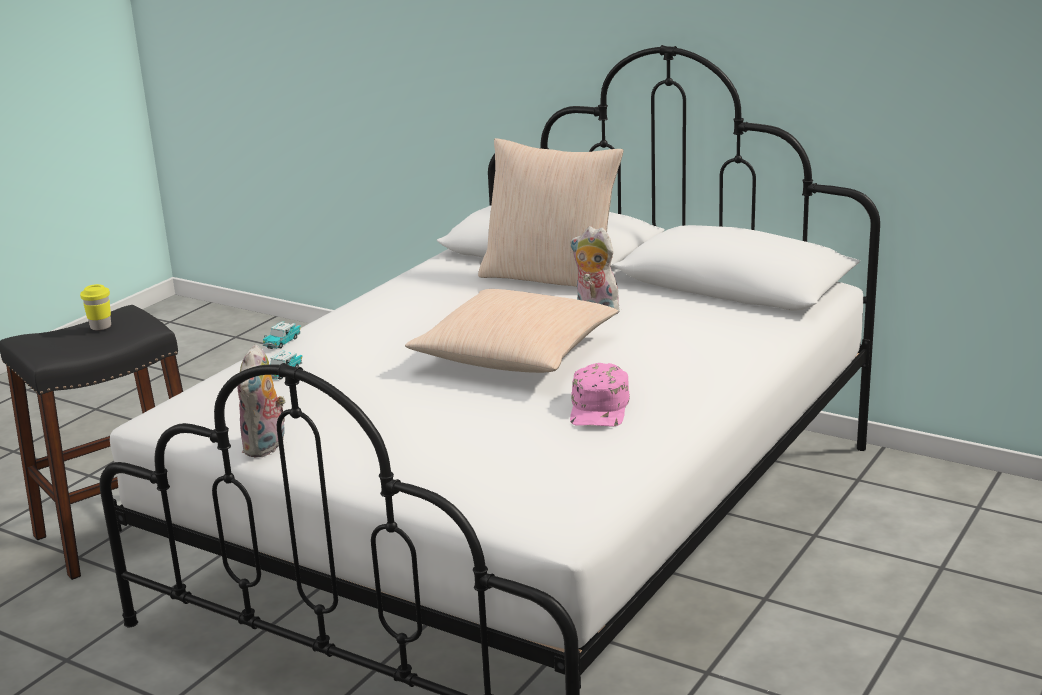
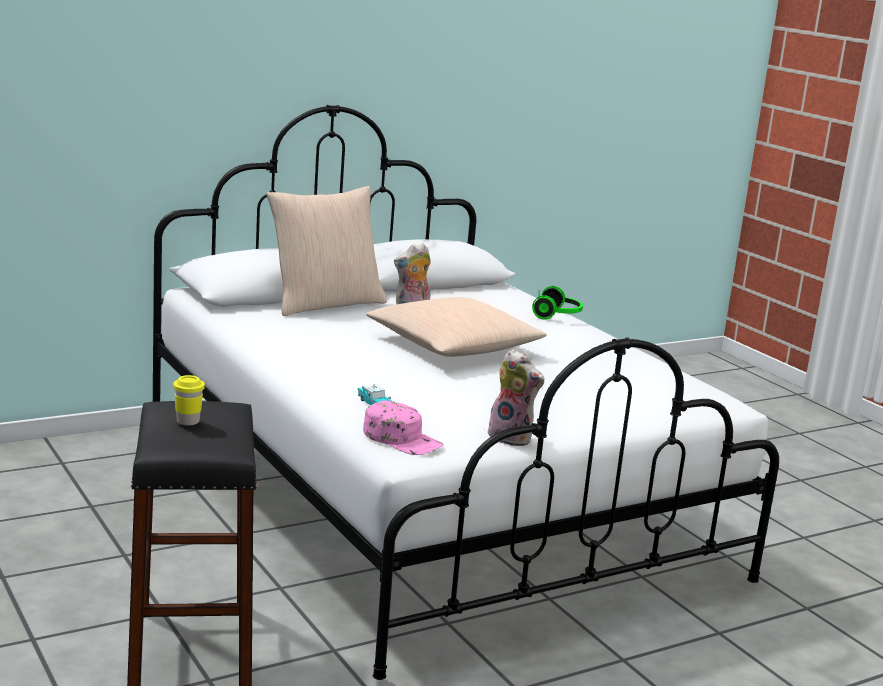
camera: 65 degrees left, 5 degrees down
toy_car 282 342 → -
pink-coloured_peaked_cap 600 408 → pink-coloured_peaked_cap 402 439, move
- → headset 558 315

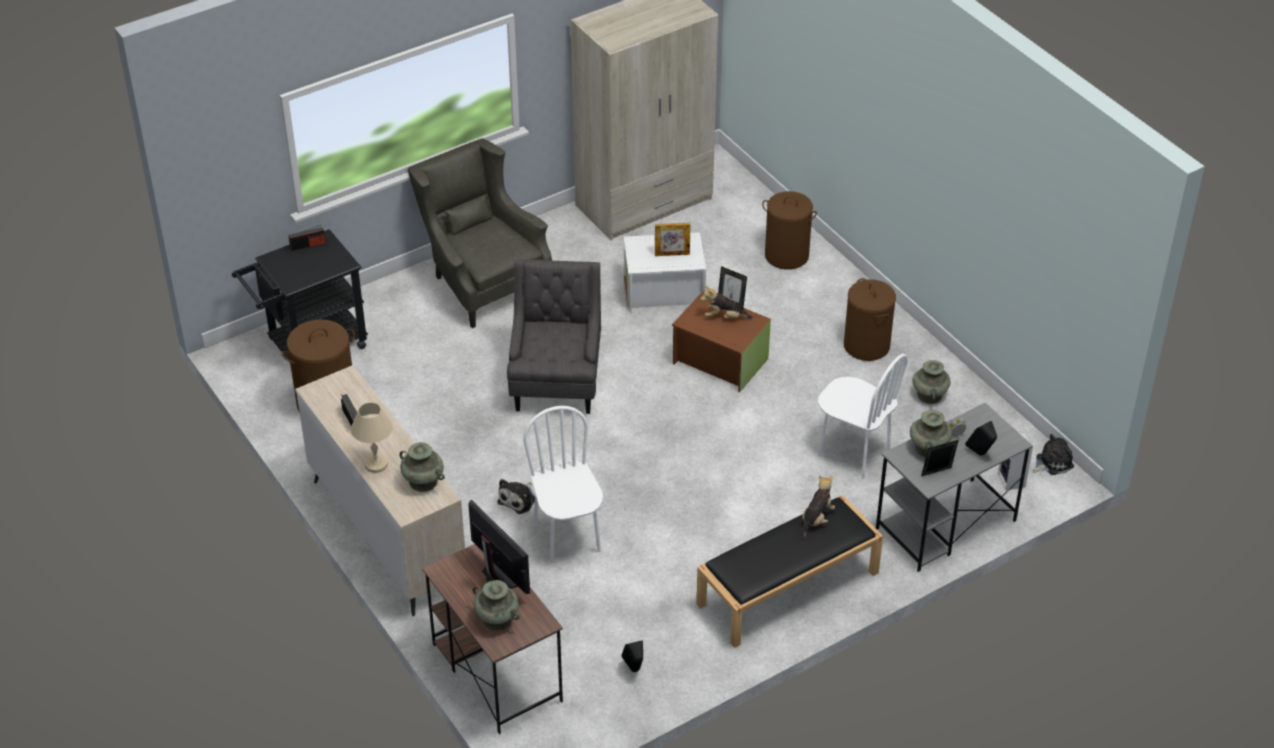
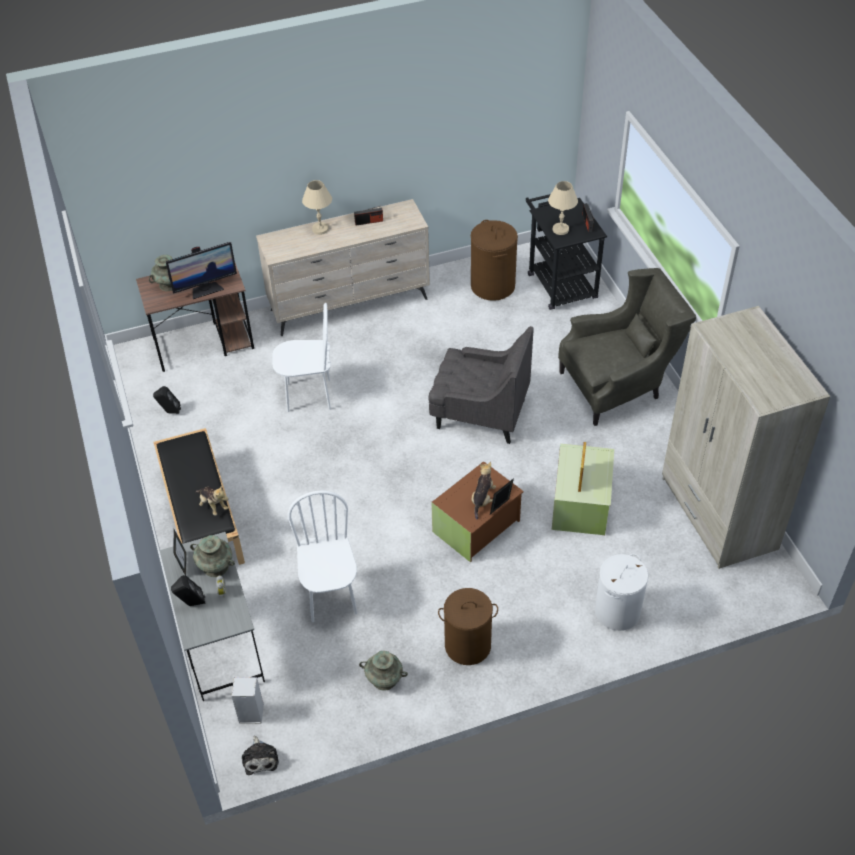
camera: 105 degrees right, 5 degrees up
blue-green_flower_vase 423 481 → -
cuddly_toy 518 500 → -
white-coloured_storage_container 663 291 → green_storage_container 581 504
brownish_washing_basket 786 255 → white-coloured_washing_basket 617 611
white-coloured_chair 853 452 → white-coloured_chair 331 597, 120 degrees clockwise
- → beige_table_lamp 561 229

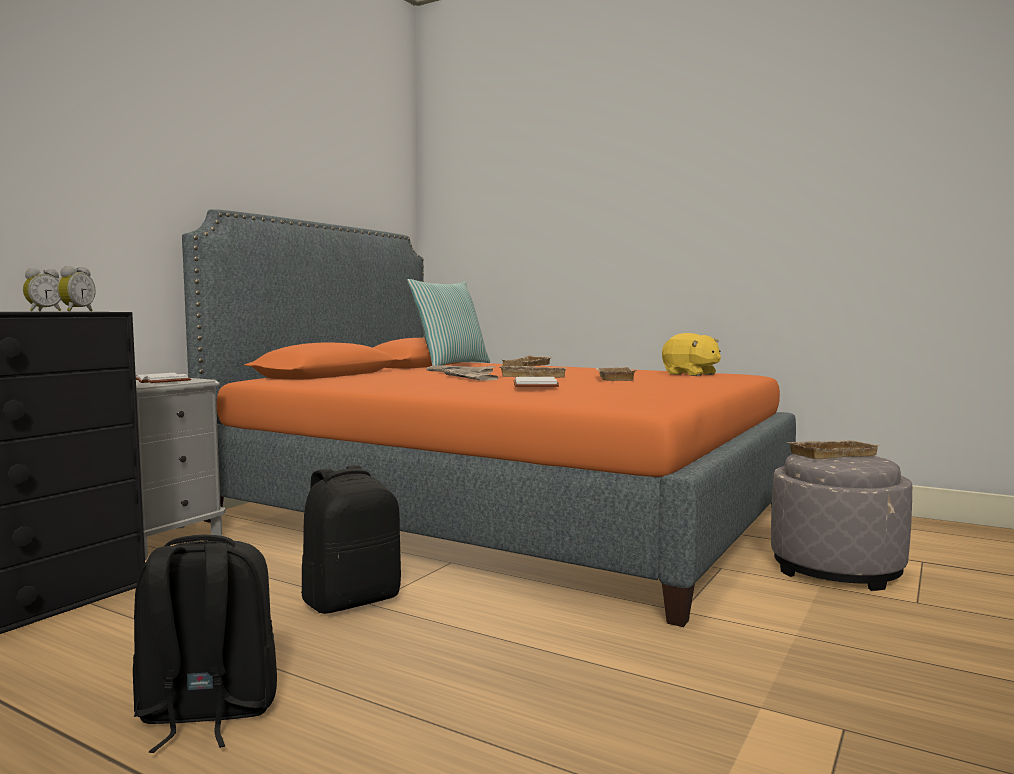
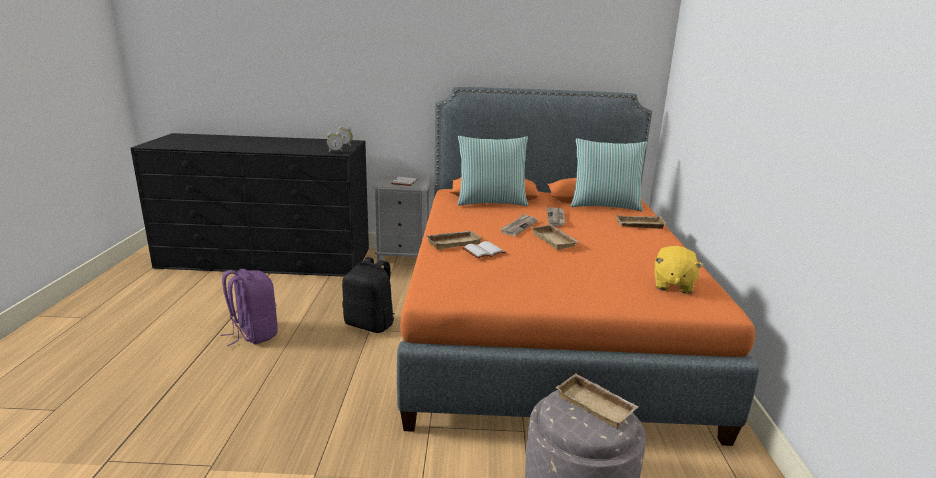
camera: 60 degrees right, 15 degrees up
black_knapsack 206 713 → purple-coloured_knapsack 253 334
beige_carrying_tray 613 378 → beige_carrying_tray 453 242, move
- → pillow 491 202

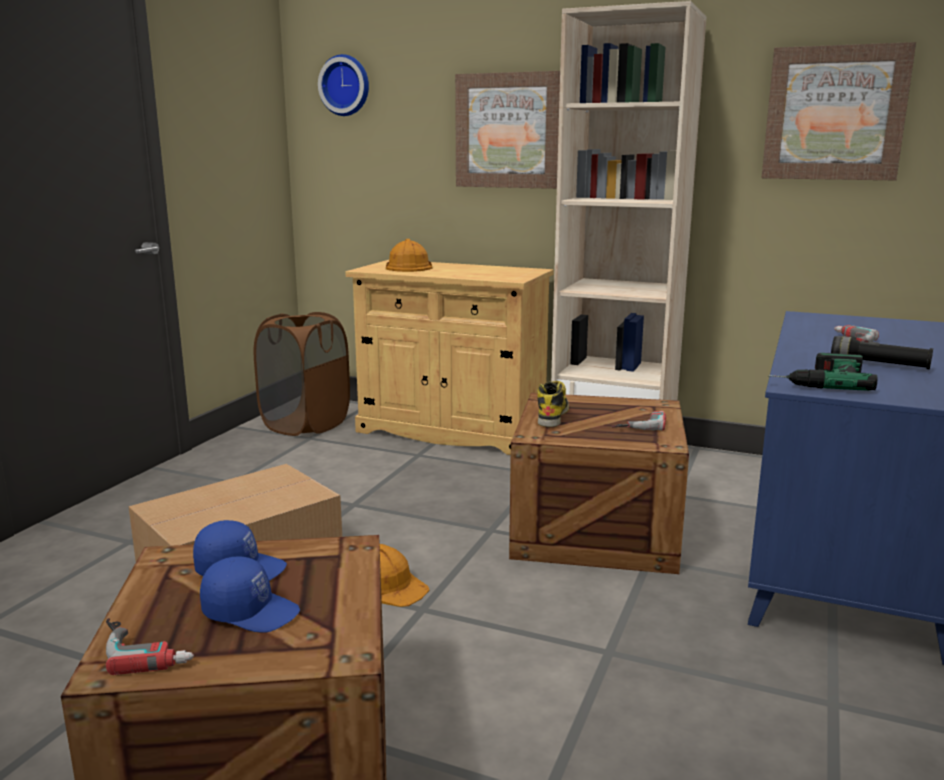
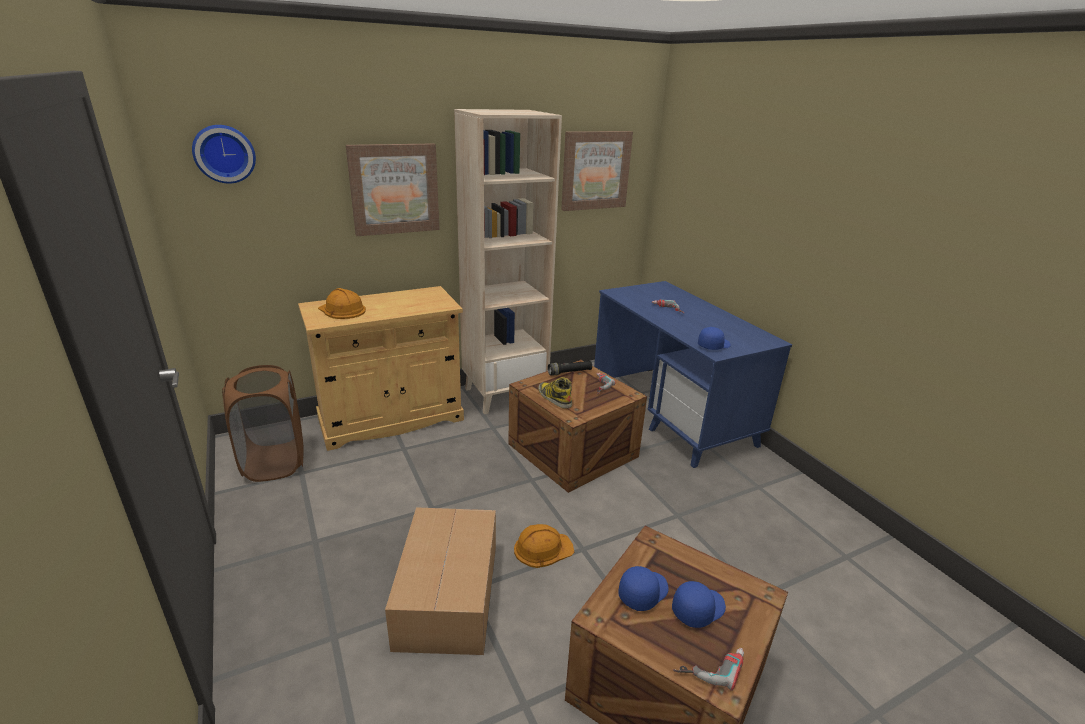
camera: 50 degrees left, 10 degrees up
power_drill 816 380 → bluish_peaked_cap 713 345
black_hand_torch 879 365 → black_hand_torch 569 372, move

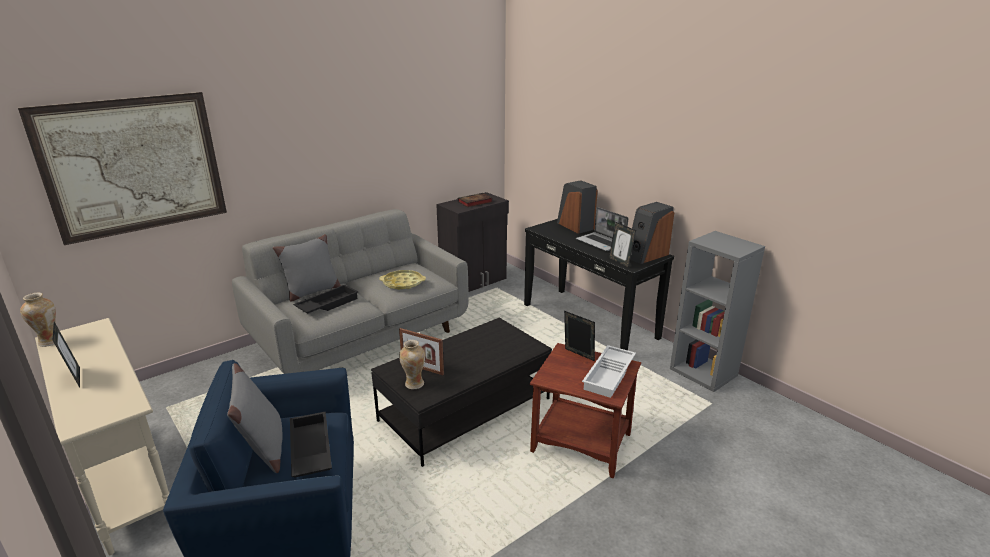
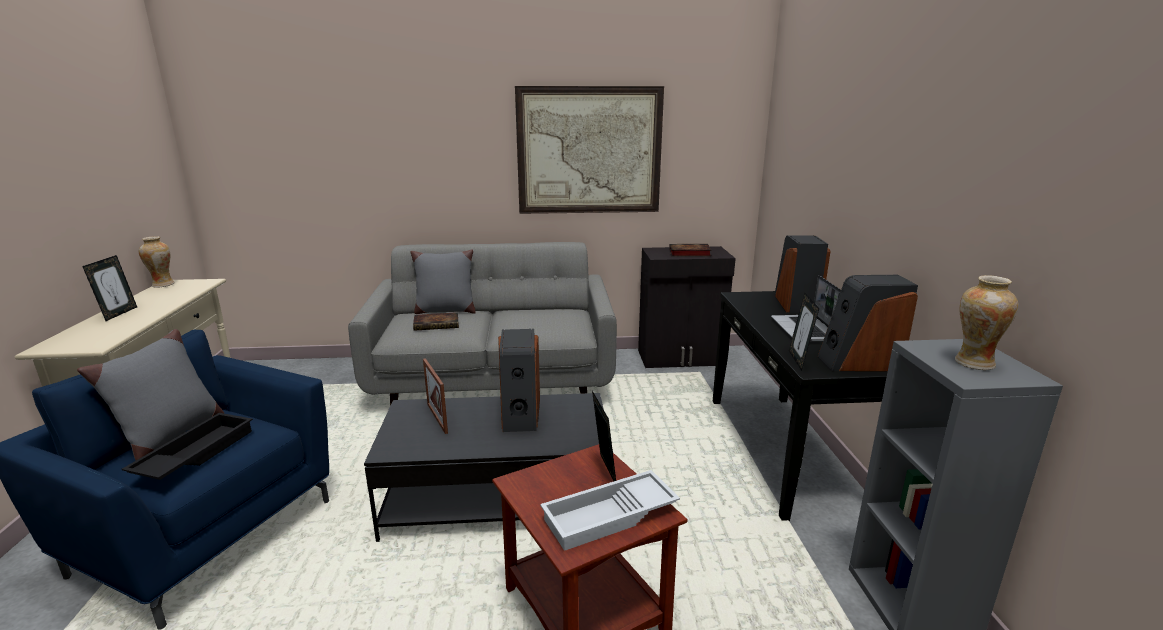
camera: 35 degrees right, 5 degrees down
wall_picture 134 166 → wall_picture 589 151, move
black_carrying_tray 327 304 → bound_book 437 324
yellowish_carrying_tray 403 283 → -
flower_vase 414 384 → flower_vase 974 363, move
- → speaker 520 414

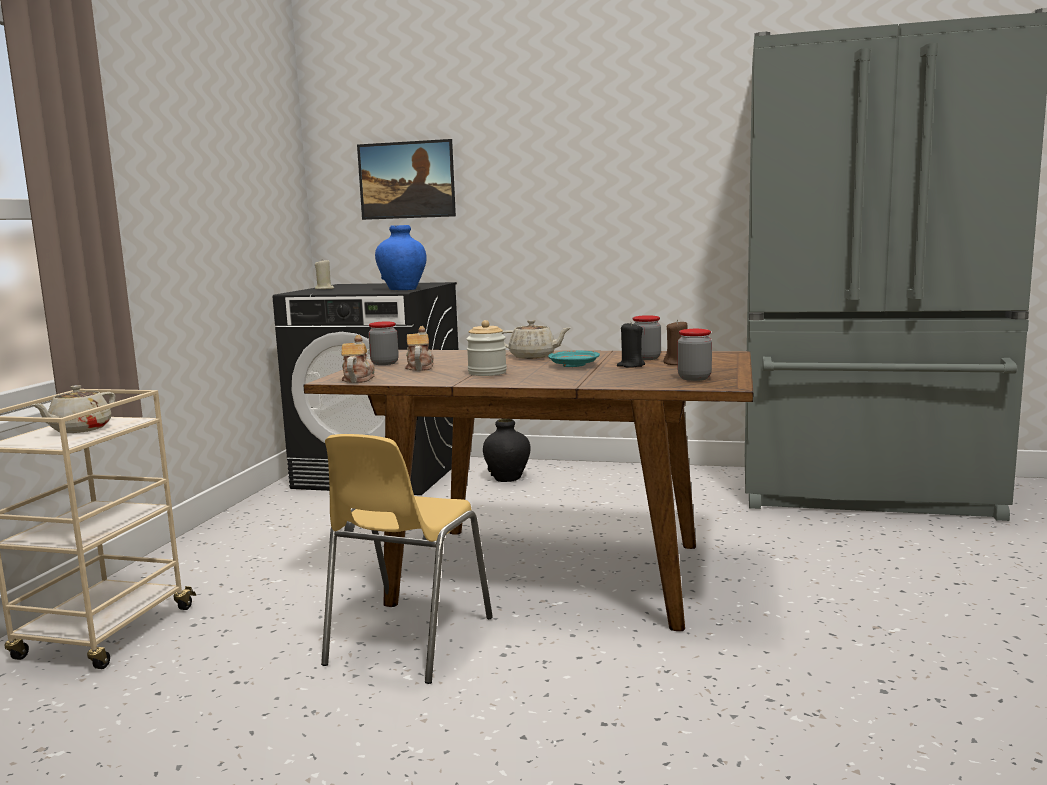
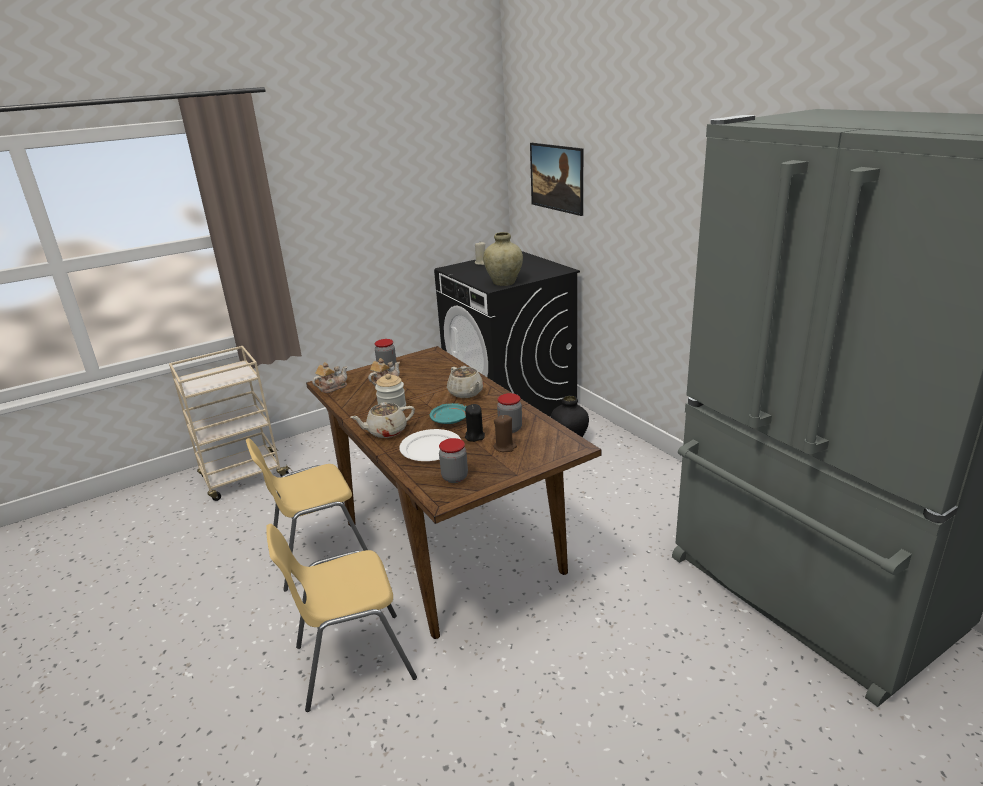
camera: 45 degrees right, 15 degrees up
beige_tea_pot 79 429 → beige_tea_pot 386 431, move
bluish_flower_vase 402 289 → beige_flower_vase 504 283
- → yellowish_chair 353 661
- → white-coloured_plate 431 448

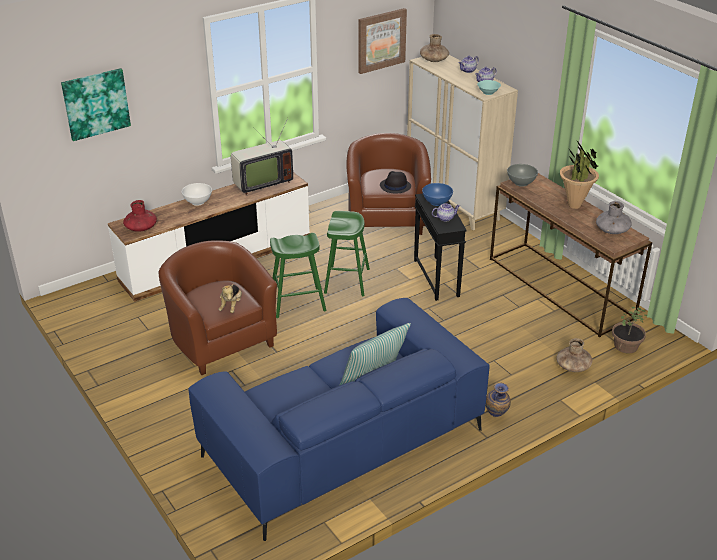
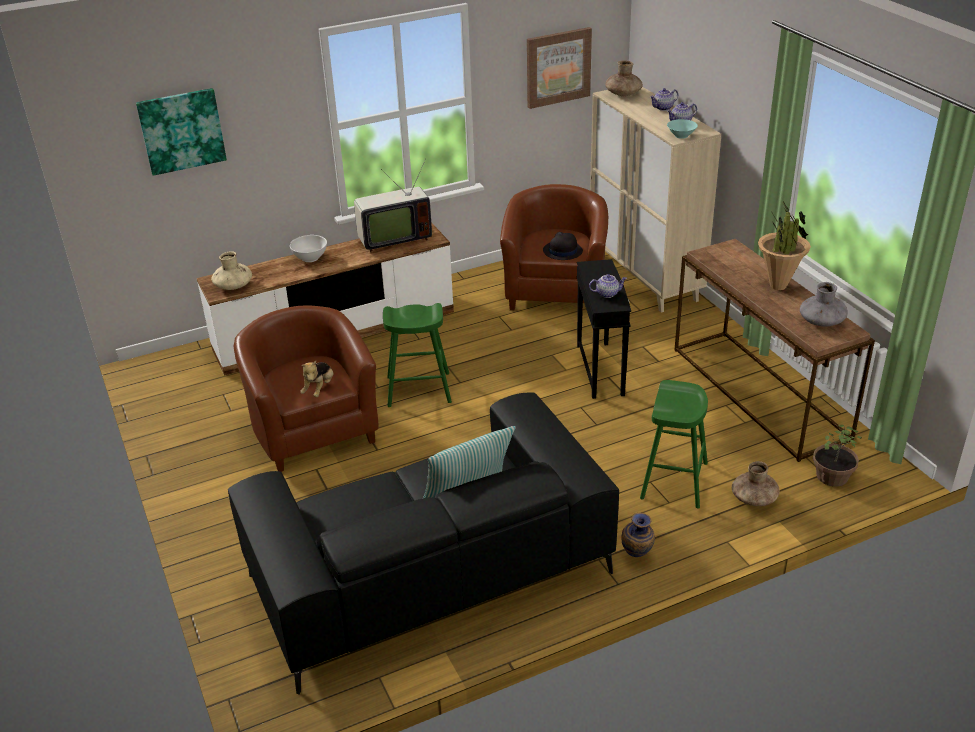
camera: 10 degrees right, 0 degrees up
red_flower_vase 141 228 → beige_flower_vase 233 286
bluish_sofa 342 442 → black_sofa 429 573
green_stool_seat 347 281 → green_stool_seat 674 480, move
bluish_deep_dish 436 202 → -
greyish_deep_dish 521 183 → -

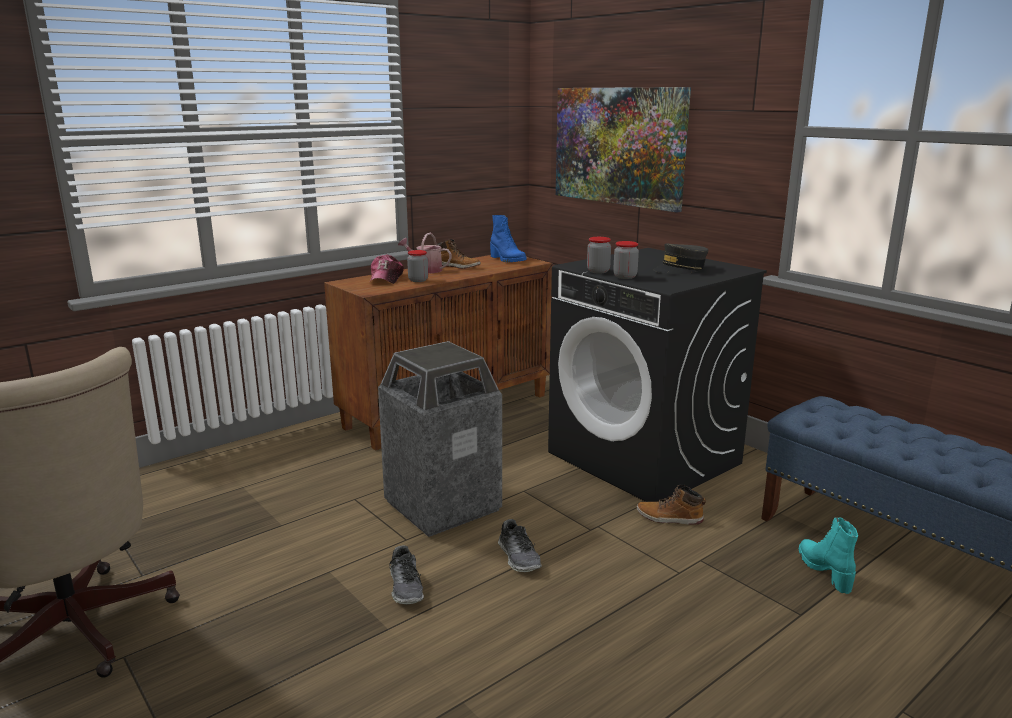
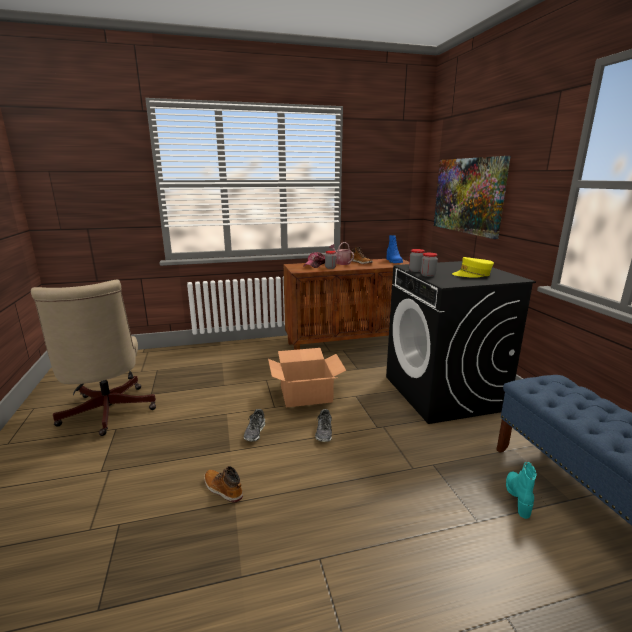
camera: 25 degrees right, 0 degrees up
rubbish_bin 441 506 → packing_box 305 393
high-top_boot 669 518 → high-top_boot 222 489, move
greyish_peaked_cap 680 269 → yellowish_peaked_cap 472 274

